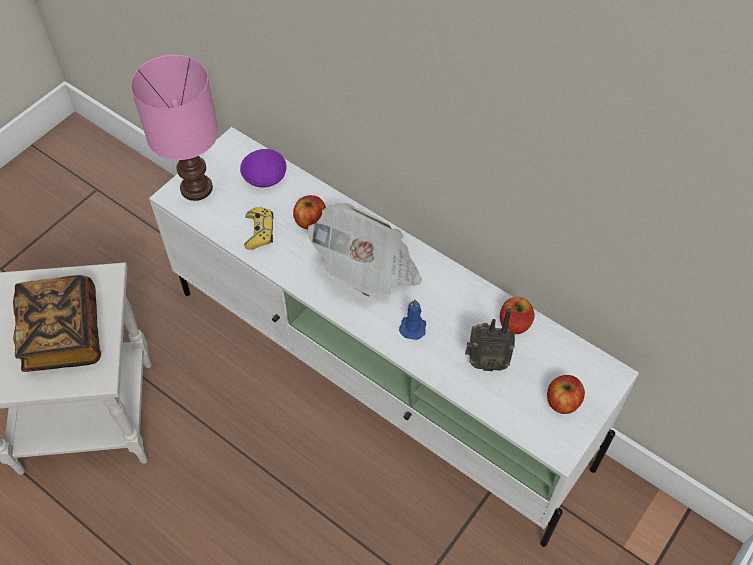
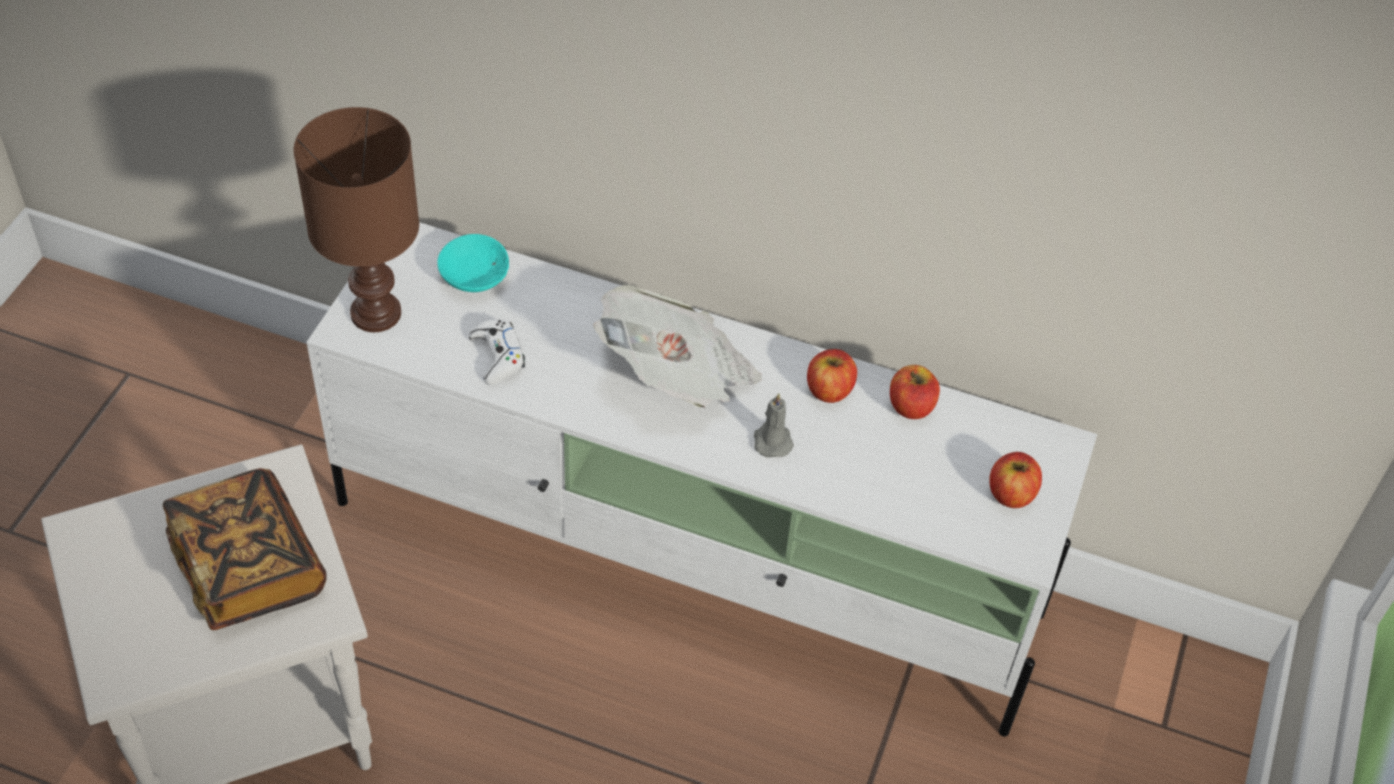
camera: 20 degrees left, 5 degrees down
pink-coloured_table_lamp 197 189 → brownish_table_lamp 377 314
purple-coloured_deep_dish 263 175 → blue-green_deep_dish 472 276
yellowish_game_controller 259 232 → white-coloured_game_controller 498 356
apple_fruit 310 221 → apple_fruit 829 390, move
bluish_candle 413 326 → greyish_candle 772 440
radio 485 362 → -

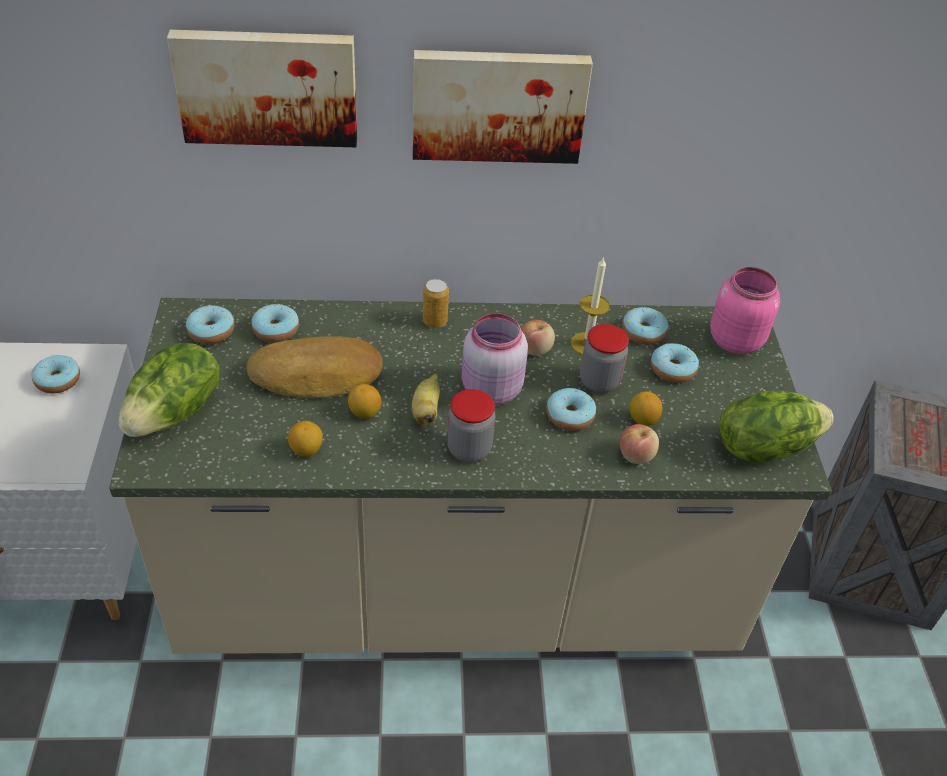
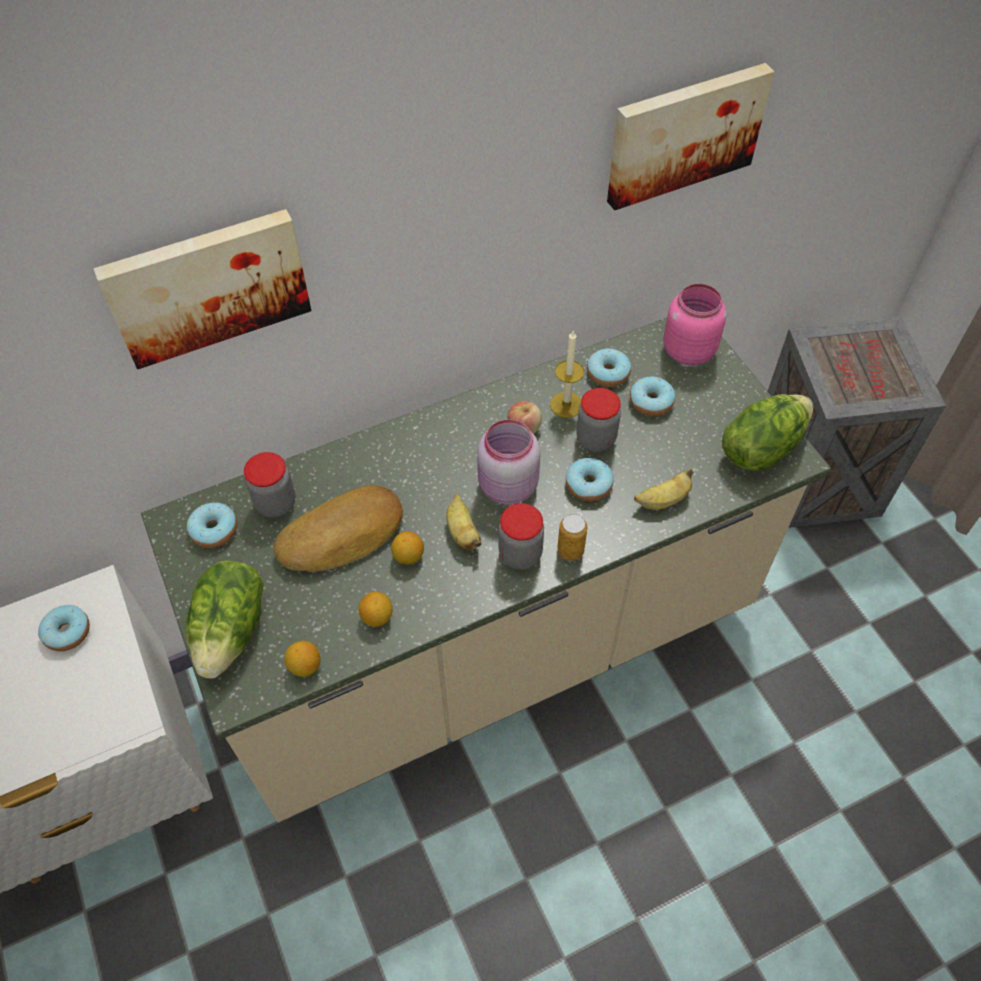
camera: 20 degrees left, 10 degrees up
donut 276 330 → preserve_jar 276 503
wall_picture 498 104 → wall_picture 684 133, move
metal_can 435 321 → metal_can 570 550, move
apple_fruit 636 455 → whole_banana 662 501
whole_lemon 642 420 → whole_lemon 305 666, move

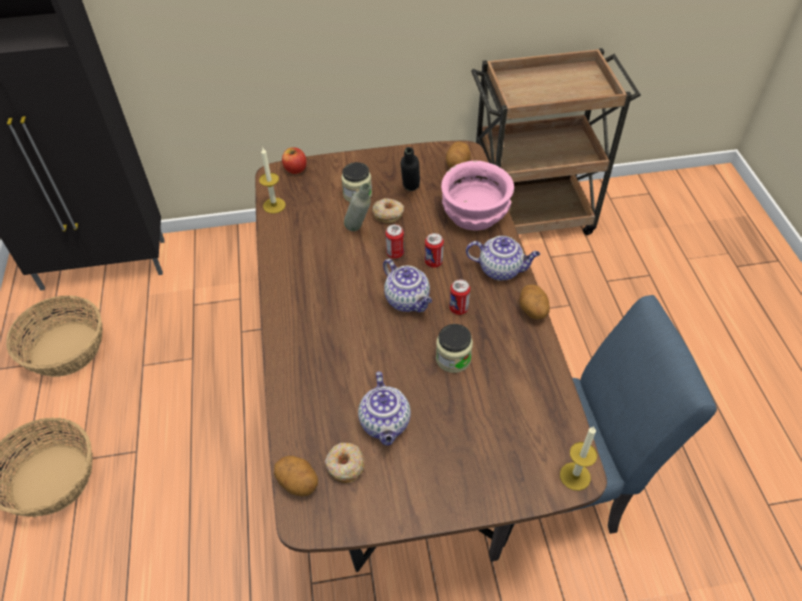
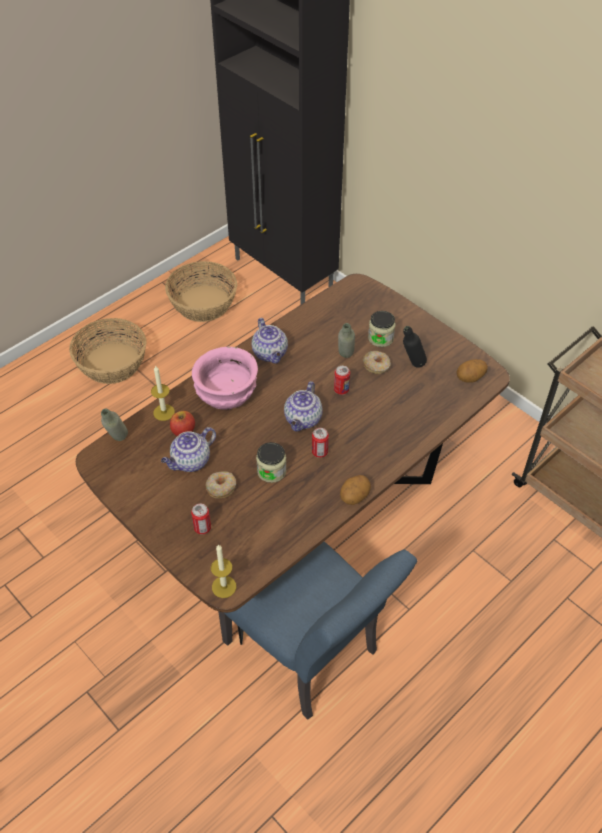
camera: 55 degrees right, 0 degrees up
candle 274 205 → candle 164 412, move
potato 298 483 → greyish_beverage_bottle 118 442
apple_fruit 295 169 → apple_fruit 183 431, move
donut 345 466 → donut 221 487, move
metal_can 433 262 → metal_can 202 528, move
pink-coloured_deep_dish 475 215 → pink-coloured_deep_dish 226 394, move
tea_pot 501 269 → tea_pot 270 354, move

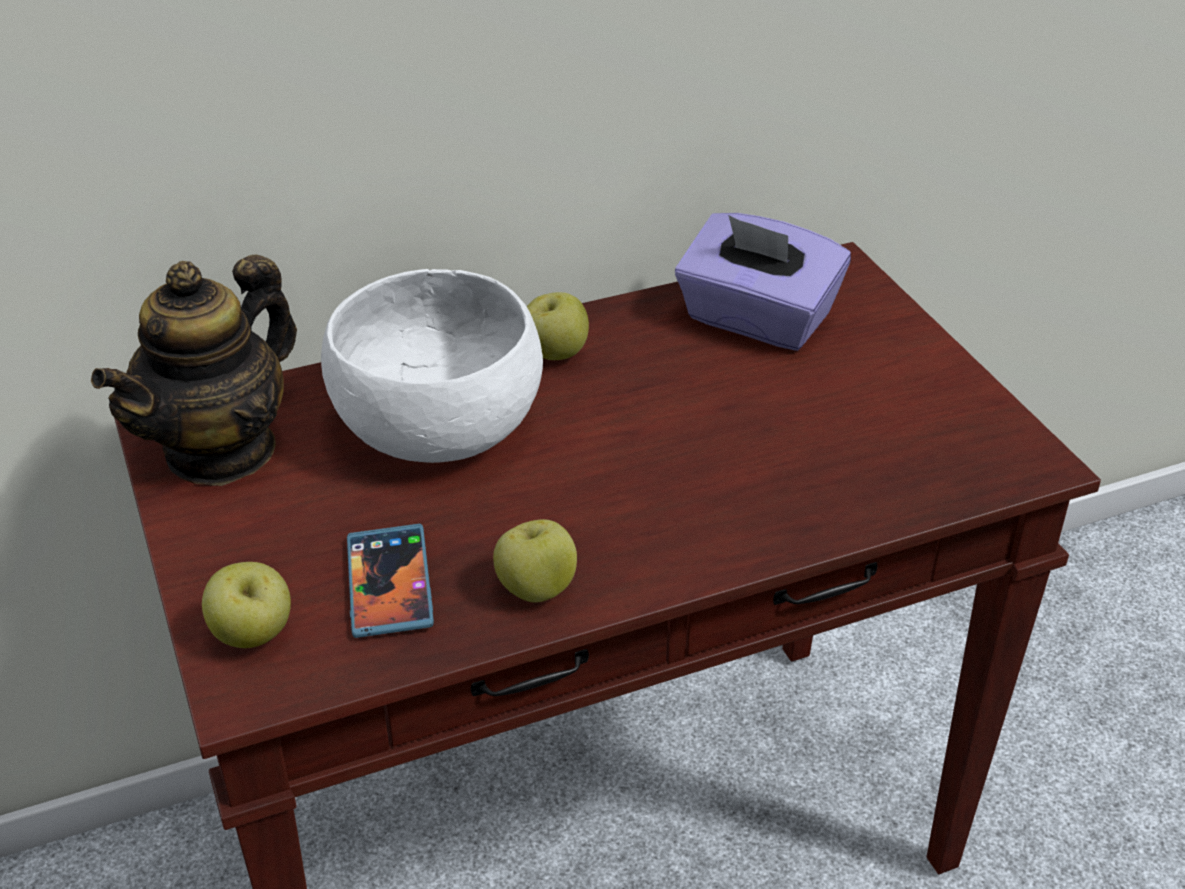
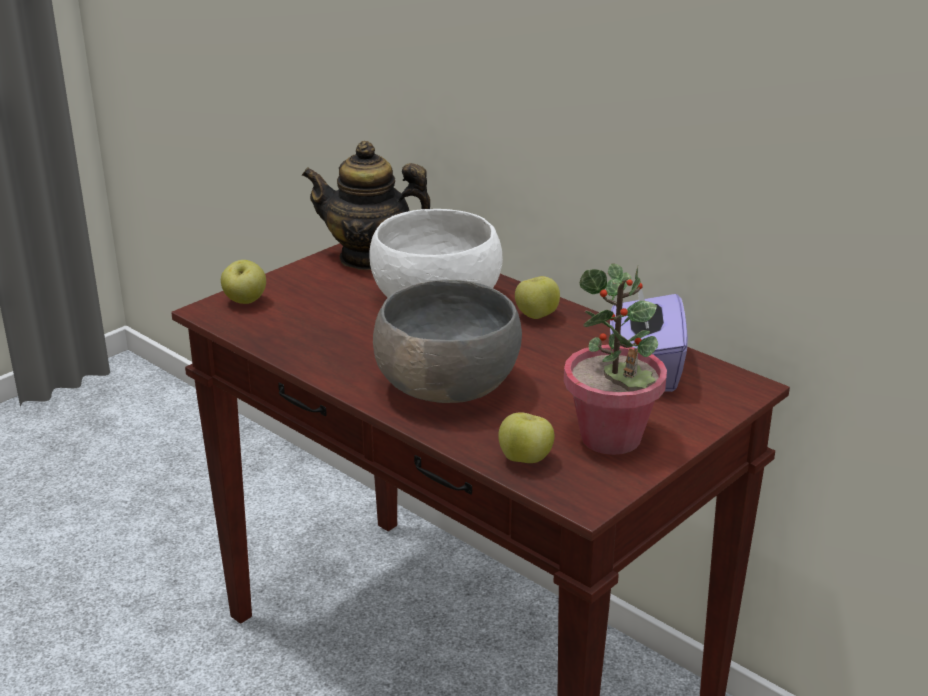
camera: 65 degrees right, 10 degrees down
handset 389 584 → -
apple_fruit 536 589 → apple_fruit 525 460, move
- → greyish_deep_dish 446 387
- → potted_plant 611 438

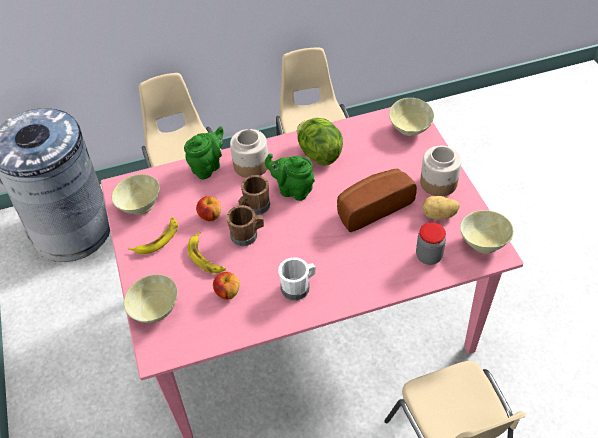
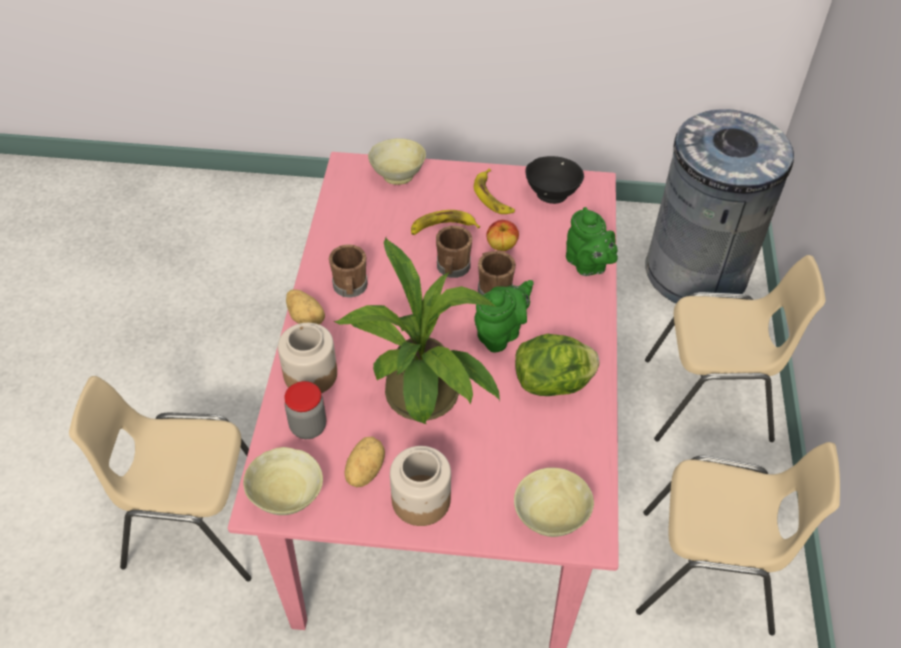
camera: 110 degrees right, 0 degrees up
beige_deep_dish 139 206 → black_deep_dish 553 193
apple_fruit 227 293 → -
preserve_jar 251 165 → preserve_jar 310 374, move
white-coloured_mug 298 287 → brownish_mug 350 288
bread 372 207 → potted_plant 423 402
- → potato 306 318

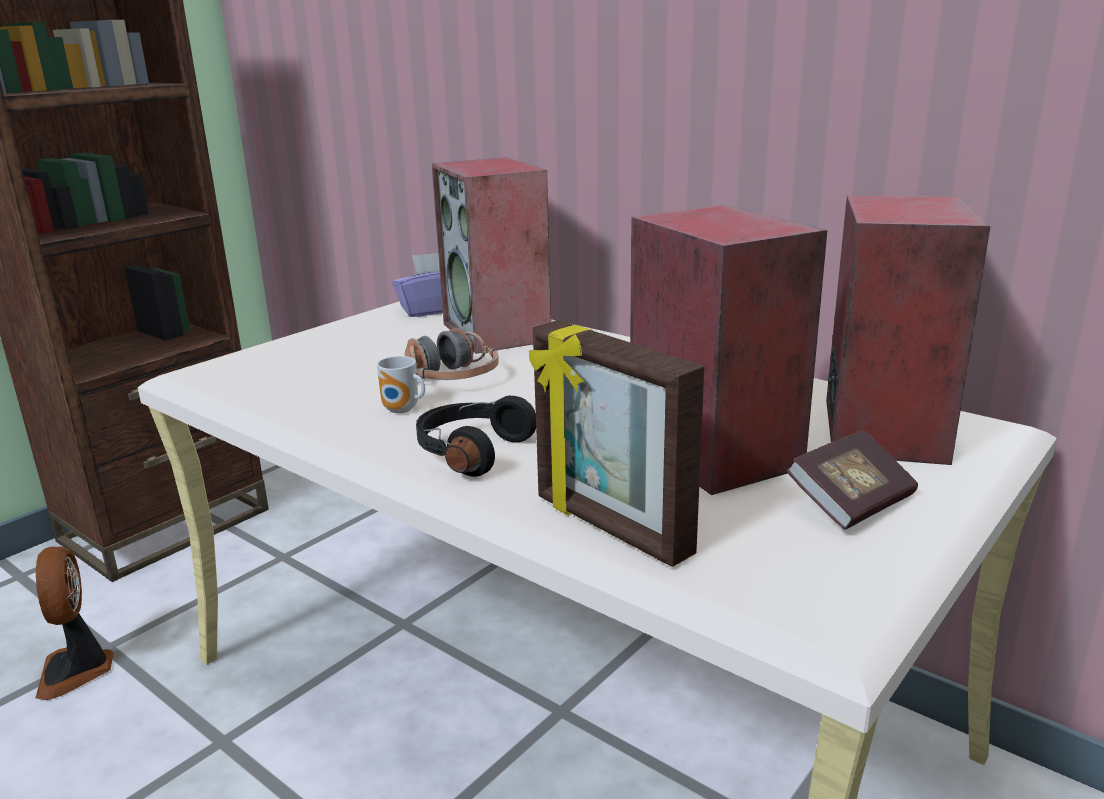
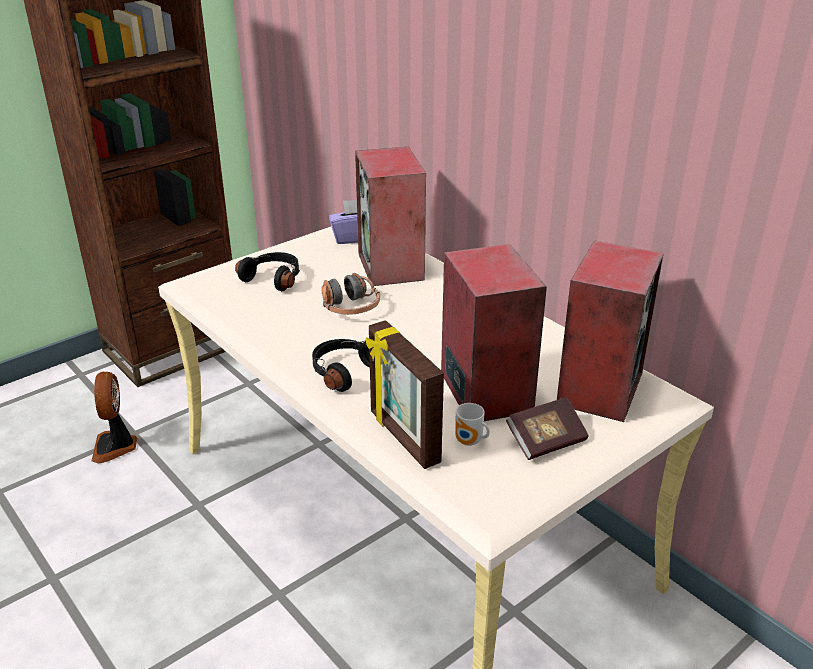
camera: 10 degrees right, 10 degrees up
mug 402 410 → mug 469 442, move
- → black_headset 273 278

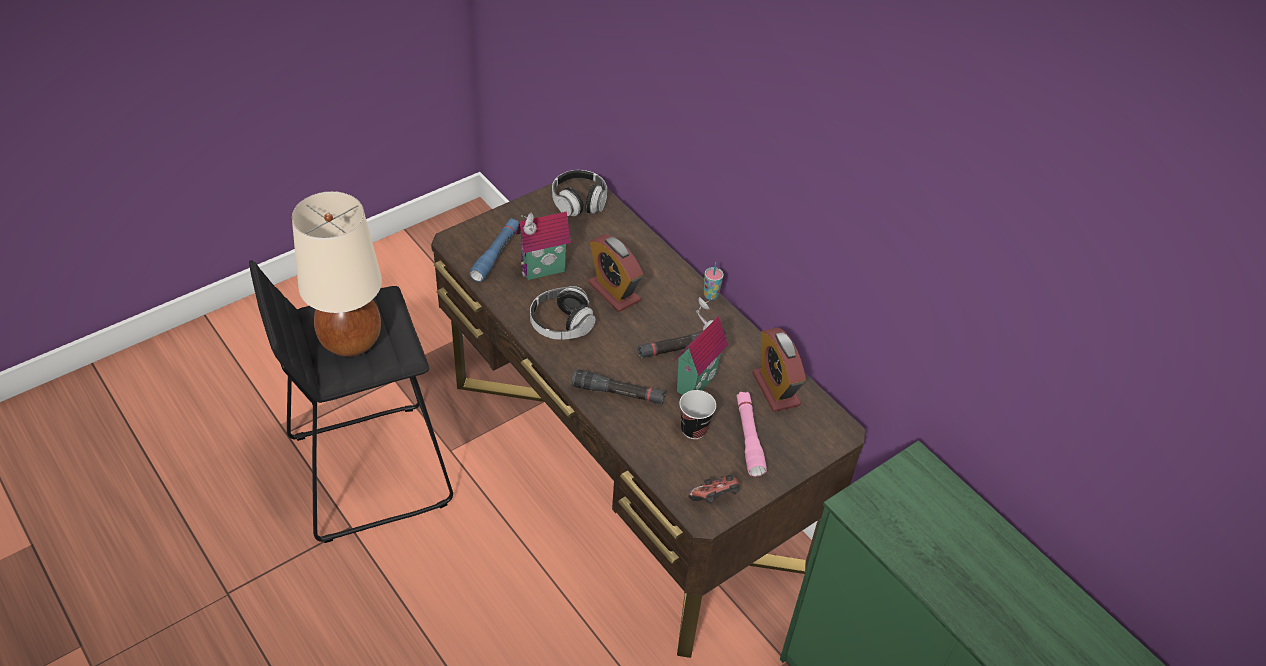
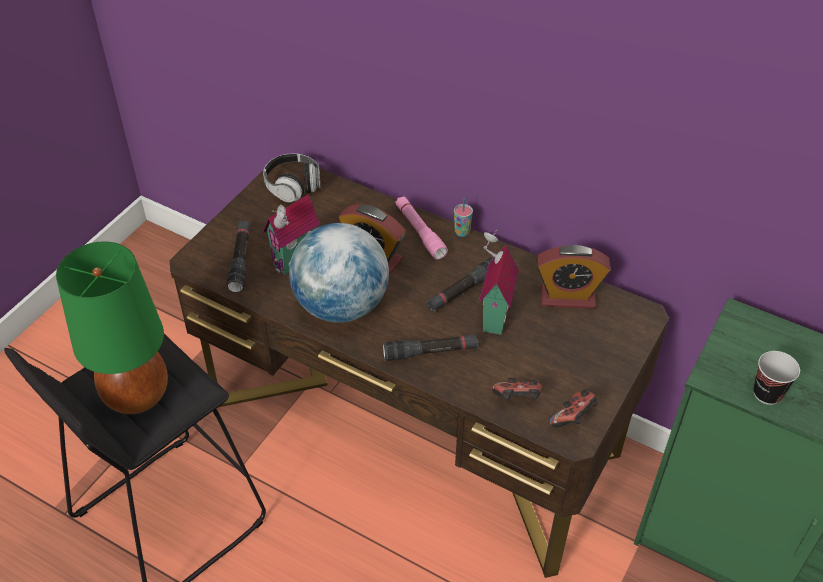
camera: 20 degrees left, 0 degrees up
beige_table_lamp 350 340 → green_table_lamp 136 395
bluish_hand_torch 496 254 → black_hand_torch 240 260
headset 561 324 → world_globe 341 306
cup 694 429 → cup 767 393, move
pink-coloured_hand_torch 749 437 → pink-coloured_hand_torch 420 232, move
bedside_clock 776 389 → bedside_clock 567 297, 45 degrees counterclockwise
- → game_controller 517 400

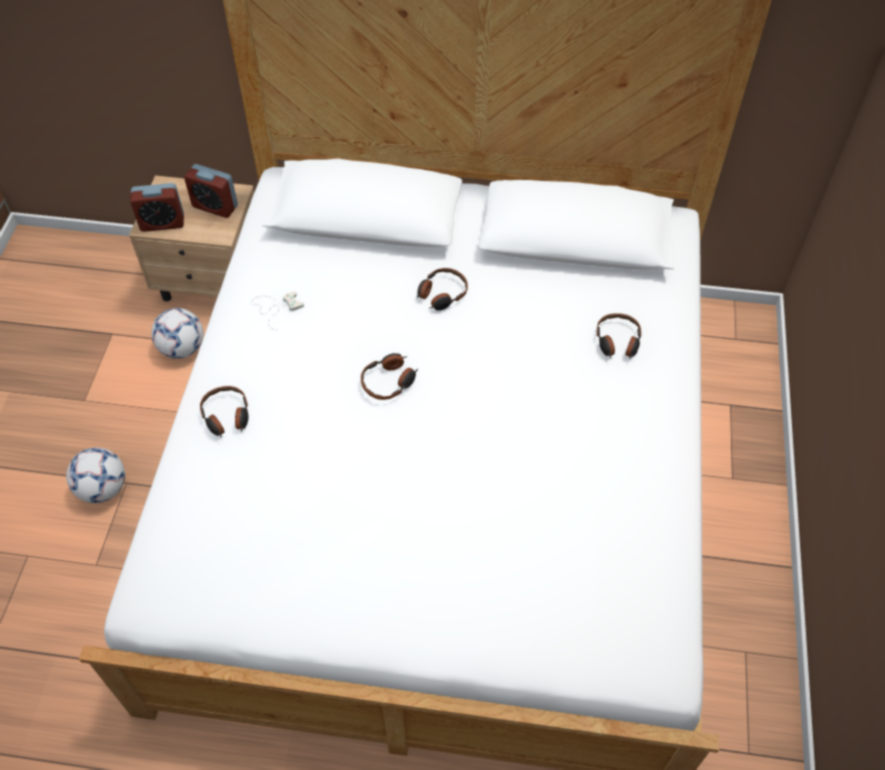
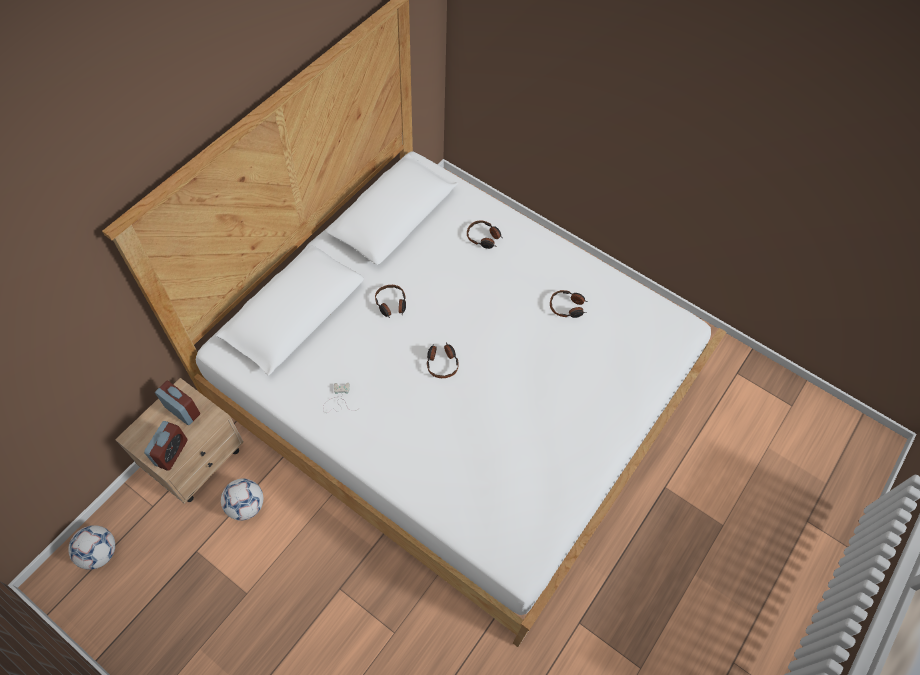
camera: 65 degrees left, 5 degrees up
football_ball 103 489 → football_ball 99 553, move
bedside_clock 215 206 → bedside_clock 182 410, 105 degrees counterclockwise
headset 226 416 → headset 567 307, move

